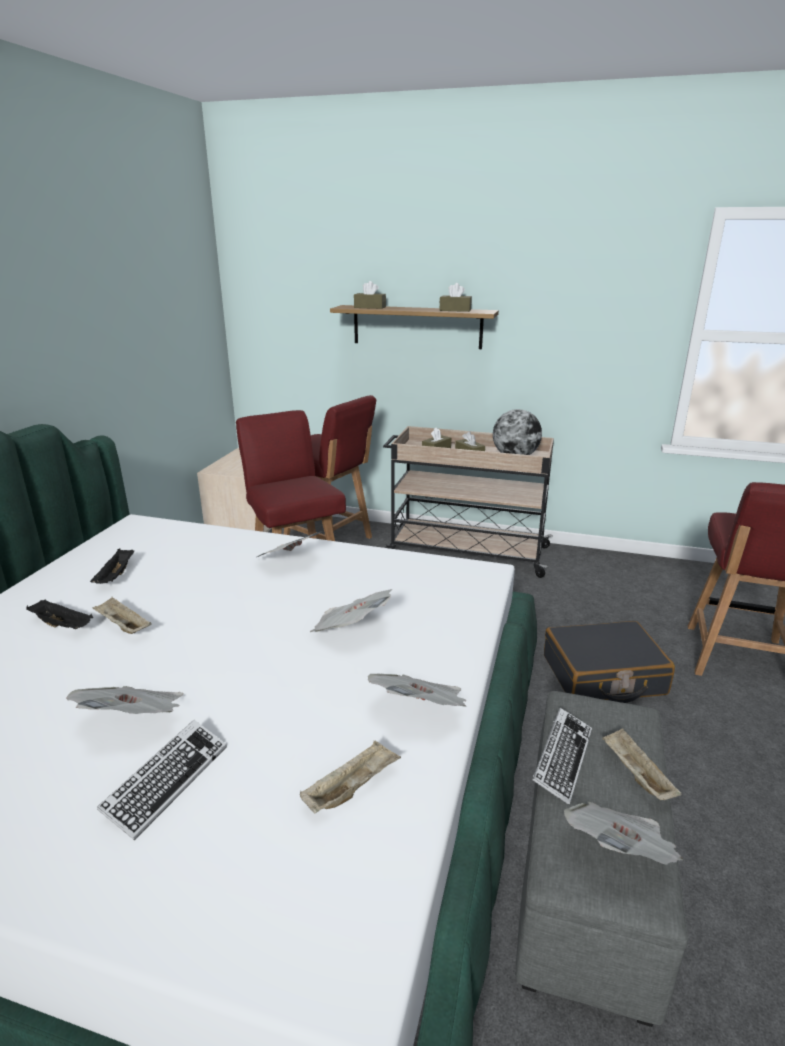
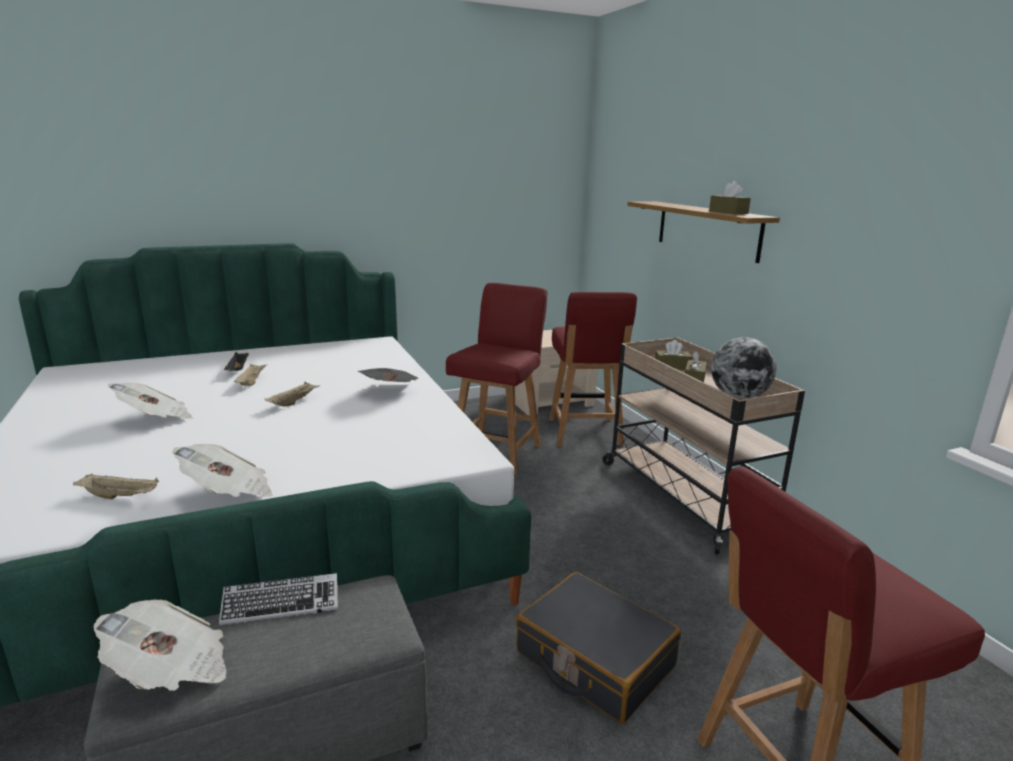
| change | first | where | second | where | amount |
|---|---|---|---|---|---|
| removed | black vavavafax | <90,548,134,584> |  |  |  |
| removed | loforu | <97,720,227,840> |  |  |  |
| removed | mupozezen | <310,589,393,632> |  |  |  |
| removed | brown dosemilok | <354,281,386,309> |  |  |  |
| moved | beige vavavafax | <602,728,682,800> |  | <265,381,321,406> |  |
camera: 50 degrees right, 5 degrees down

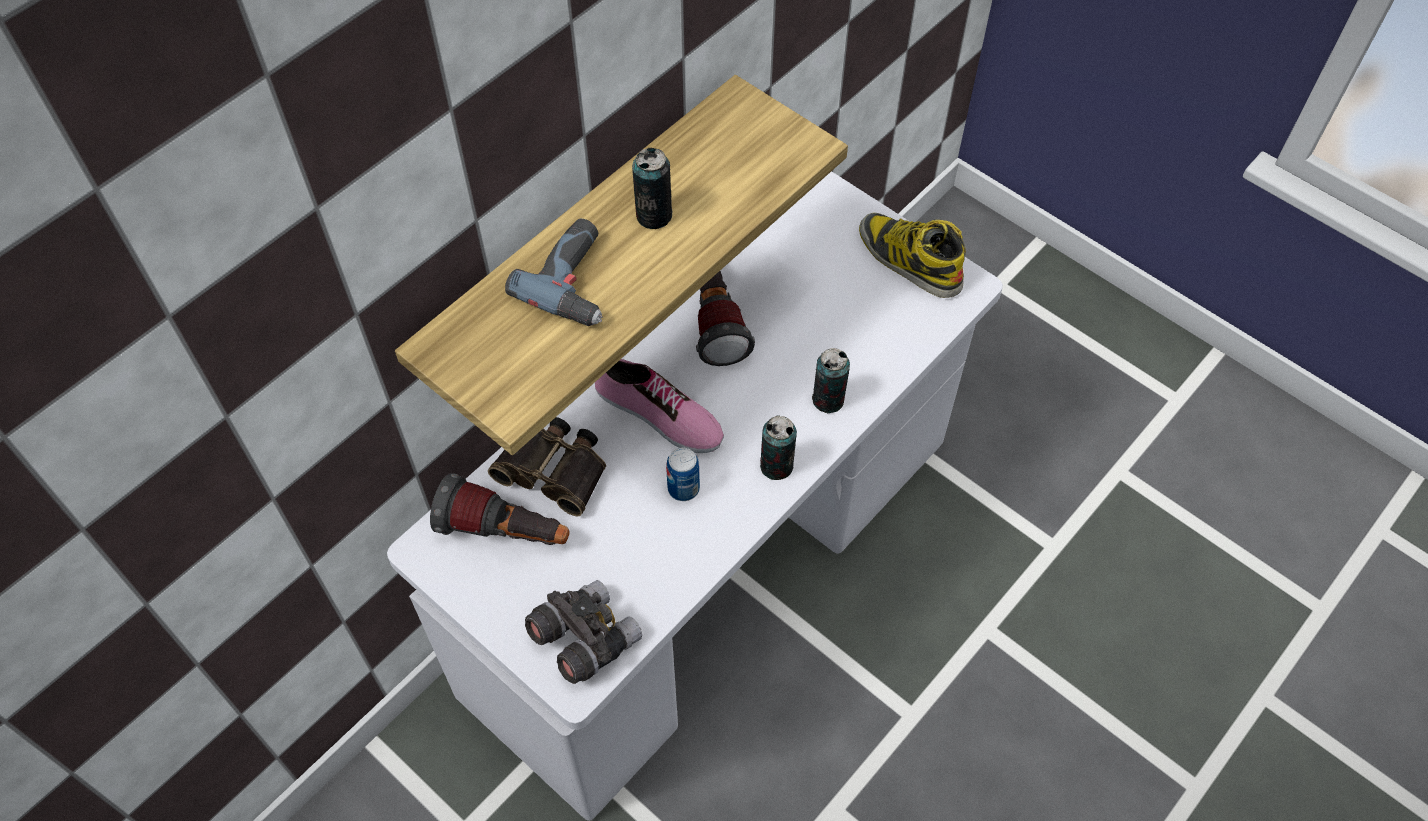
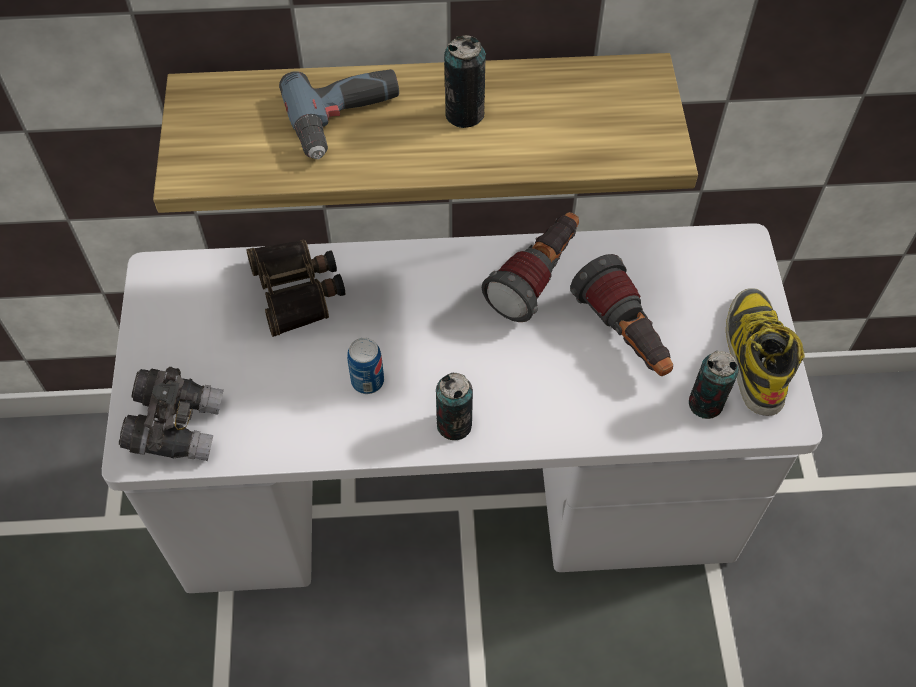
| change | first | where | second | where | amount |
|---|---|---|---|---|---|
| removed | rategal | <595,359,724,453> |  |  |  |
| moved | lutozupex | <430,473,569,545> |  | <570,254,673,376> |  |
| moved | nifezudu | <812,348,850,413> |  | <689,351,738,419> |  |
camera: 45 degrees right, 0 degrees up

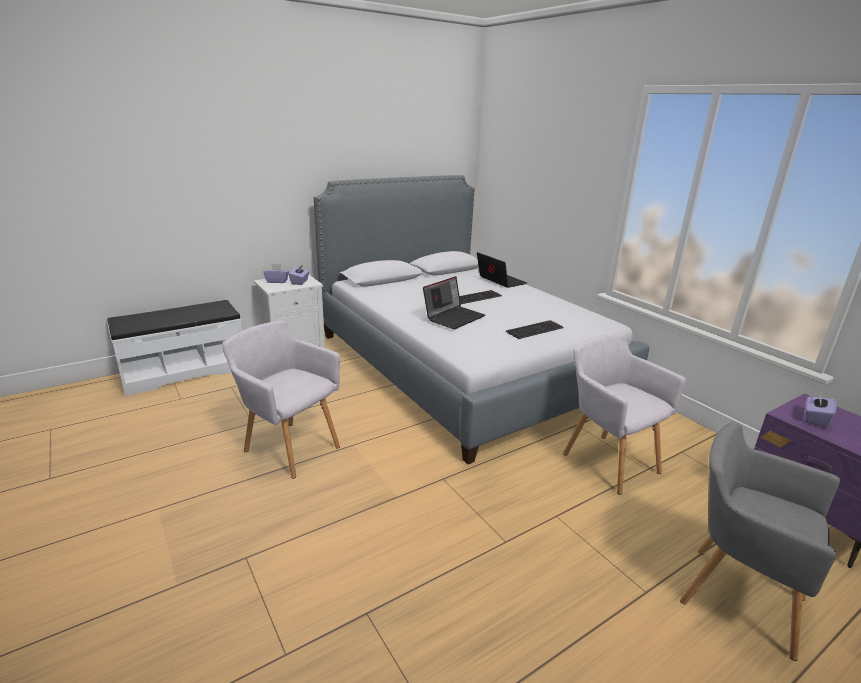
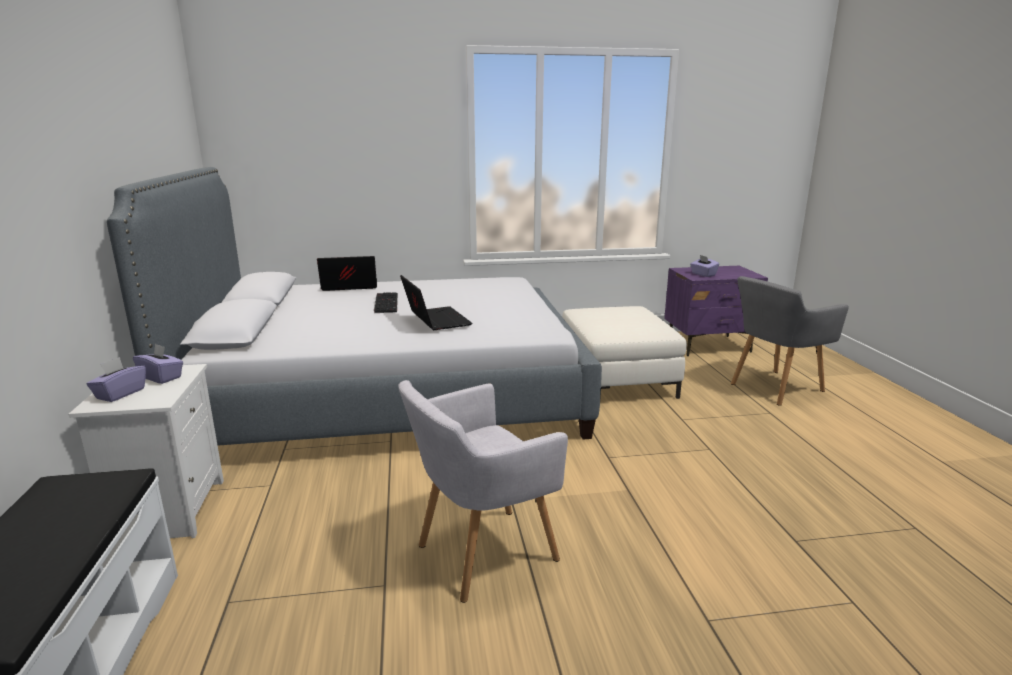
| change | first | where | second | where | amount |
|---|---|---|---|---|---|
| removed | loforu | <506,320,564,339> |  |  |  |
| replaced | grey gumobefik | <563,334,686,495> | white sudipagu | <562,306,687,399> |  |
camera: 65 degrees left, 5 degrees down

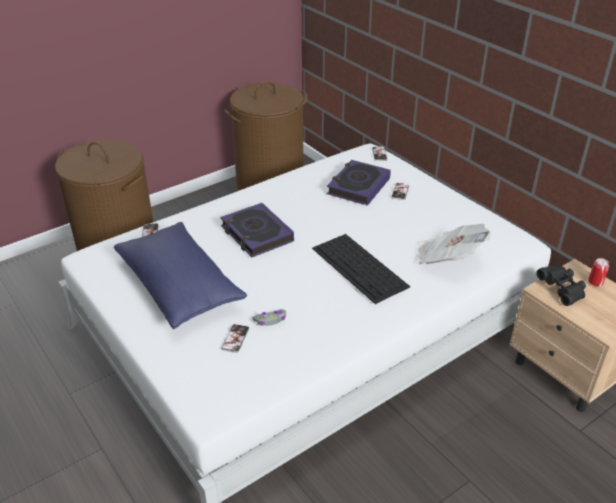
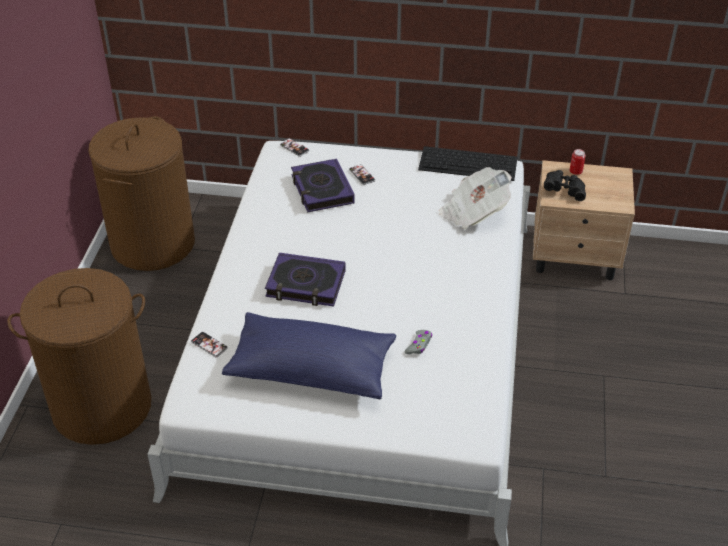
| change | first | where | second | where | amount |
|---|---|---|---|---|---|
| removed | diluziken | <221,324,249,353> |  |  |  |
| moved | loforu | <312,234,410,304> |  | <418,146,518,181> |  |
camera: 45 degrees left, 5 degrees up

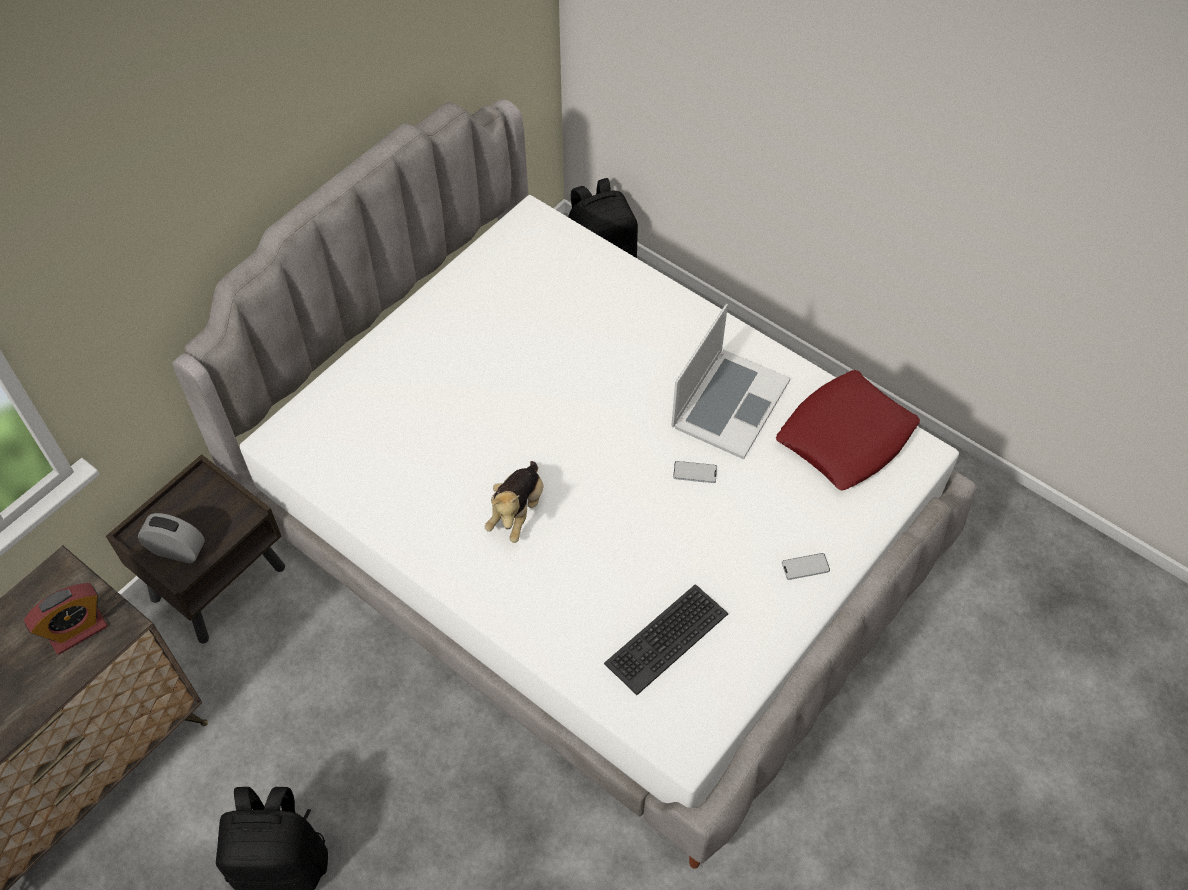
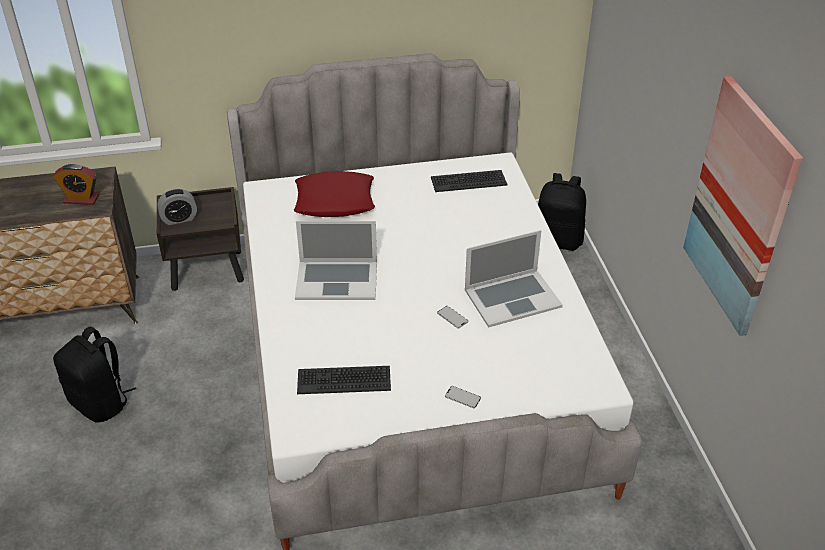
| change | first | where | second | where | amount |
|---|---|---|---|---|---|
| added |  |  | loforu | <431,170,508,192> |  |
| added |  |  | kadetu | <683,76,803,336> |  |
| moved | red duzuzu | <776,370,920,490> |  | <294,171,375,217> |  |
| replaced | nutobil | <485,461,544,543> | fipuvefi | <295,221,377,300> |  |
| turned | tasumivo | <138,513,205,563> |  | <157,189,197,225> | 105 degrees clockwise |
camera: 40 degrees right, 15 degrees down

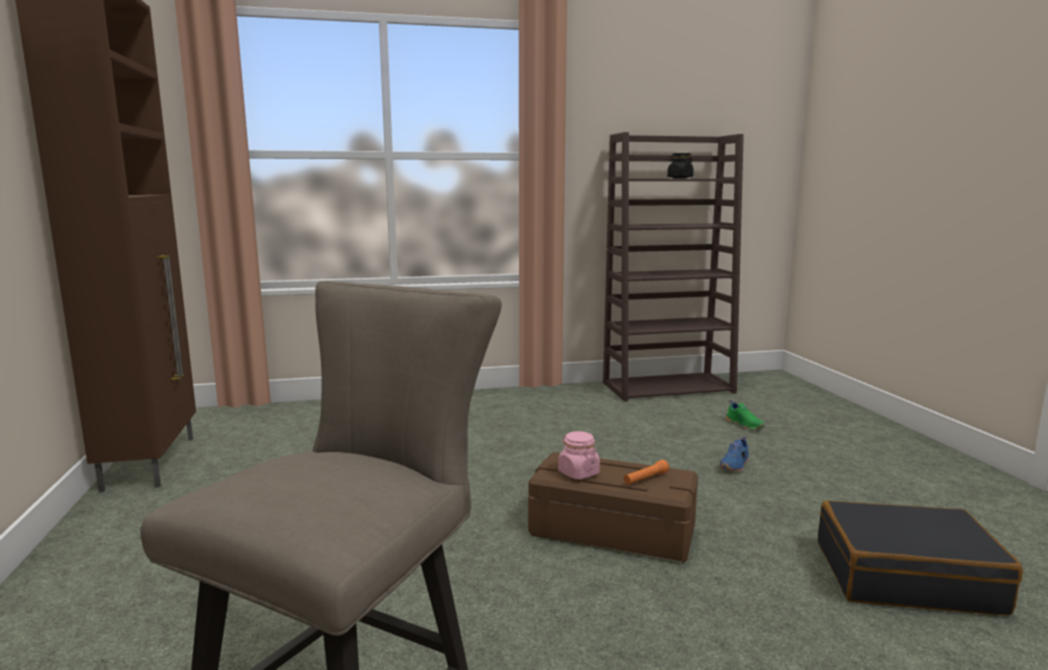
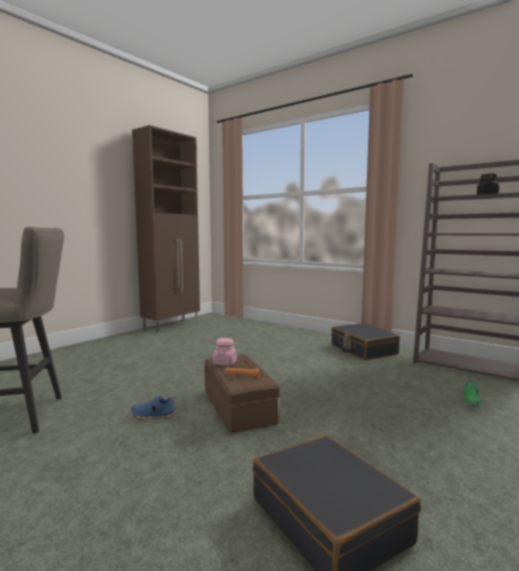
| change | first | where | second | where | amount |
|---|---|---|---|---|---|
| added |  |  | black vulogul | <331,323,400,360> |  |
| moved | blue rategal | <719,436,749,472> |  | <131,395,177,420> |  |
camera: 50 degrees right, 5 degrees down

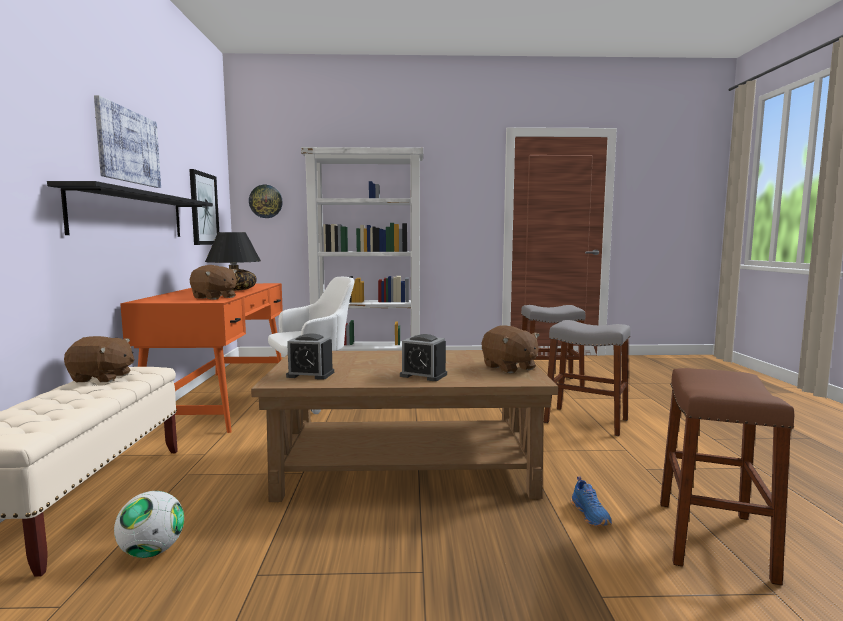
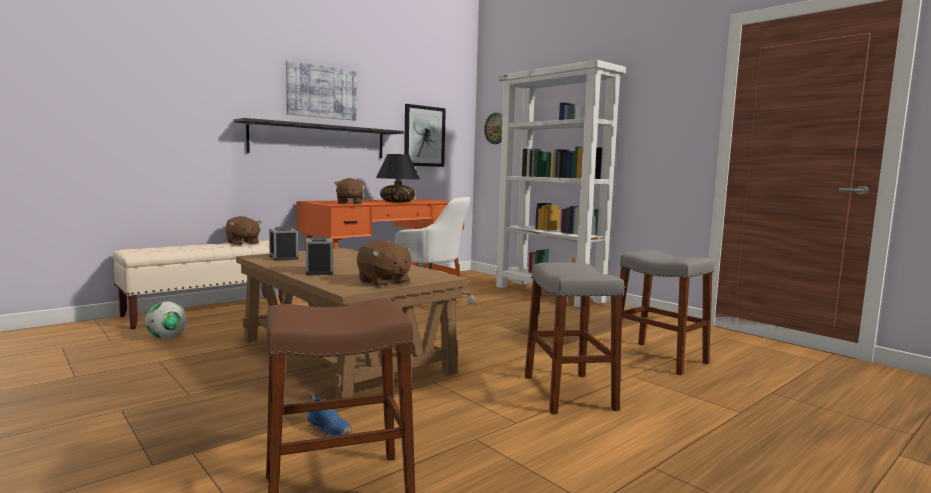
| change | first | where | second | where | amount |
|---|---|---|---|---|---|
| turned | brown nutobil | <482,325,540,374> |  | <357,240,414,287> | 60 degrees counterclockwise |
| turned | blue rategal | <571,476,612,526> |  | <306,395,352,437> | 90 degrees counterclockwise |
camera: 50 degrees right, 0 degrees up

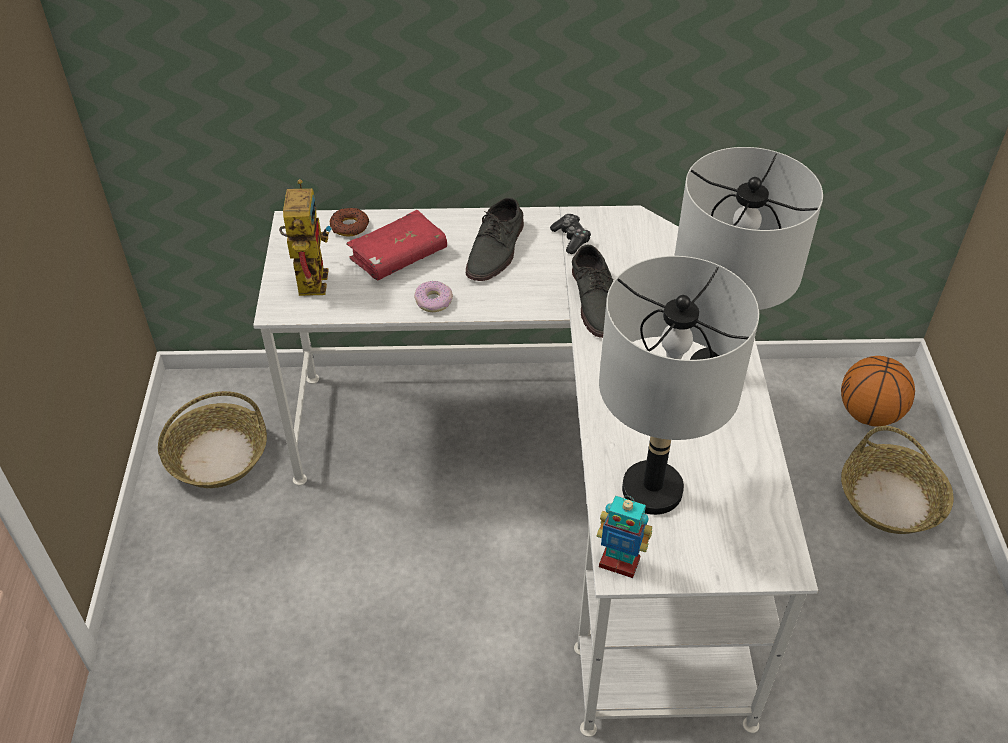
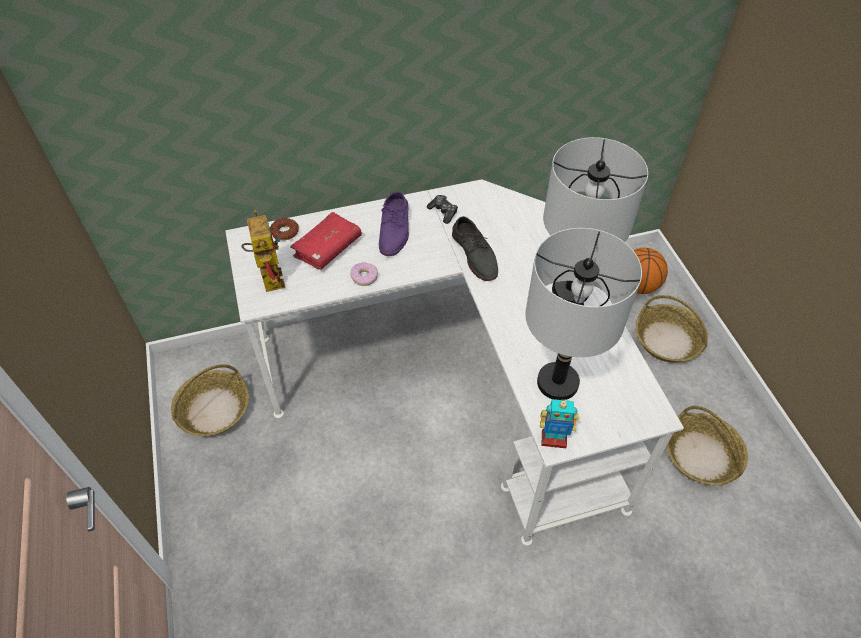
| change | first | where | second | where | amount |
|---|---|---|---|---|---|
| added |  |  | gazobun | <666,406,748,485> |  |
| recoloured | grey rategal | <466,197,524,281> | purple rategal | <379,191,409,256> |  |
camera: 15 degrees left, 5 degrees up

